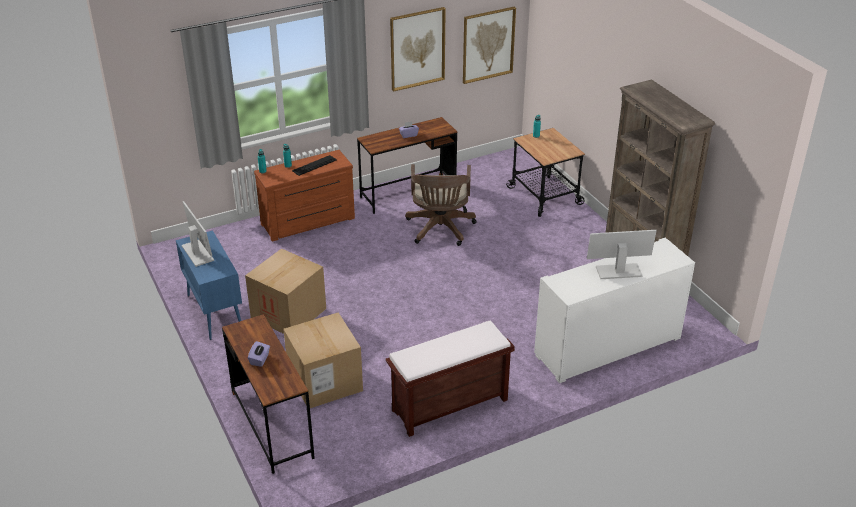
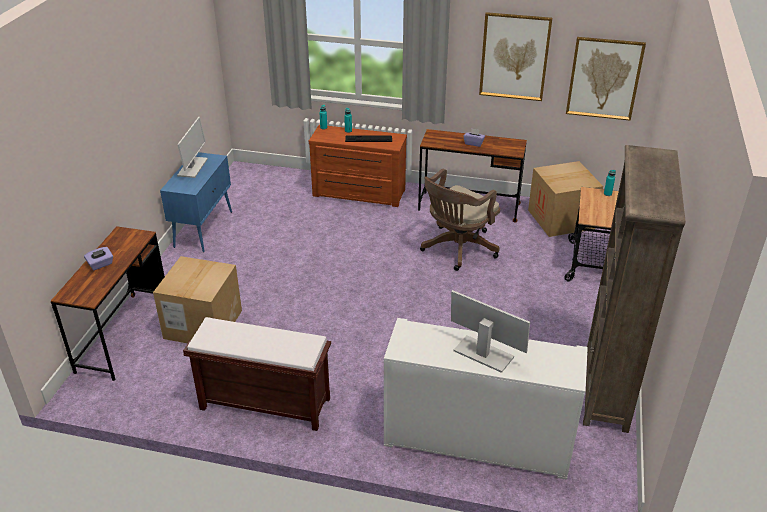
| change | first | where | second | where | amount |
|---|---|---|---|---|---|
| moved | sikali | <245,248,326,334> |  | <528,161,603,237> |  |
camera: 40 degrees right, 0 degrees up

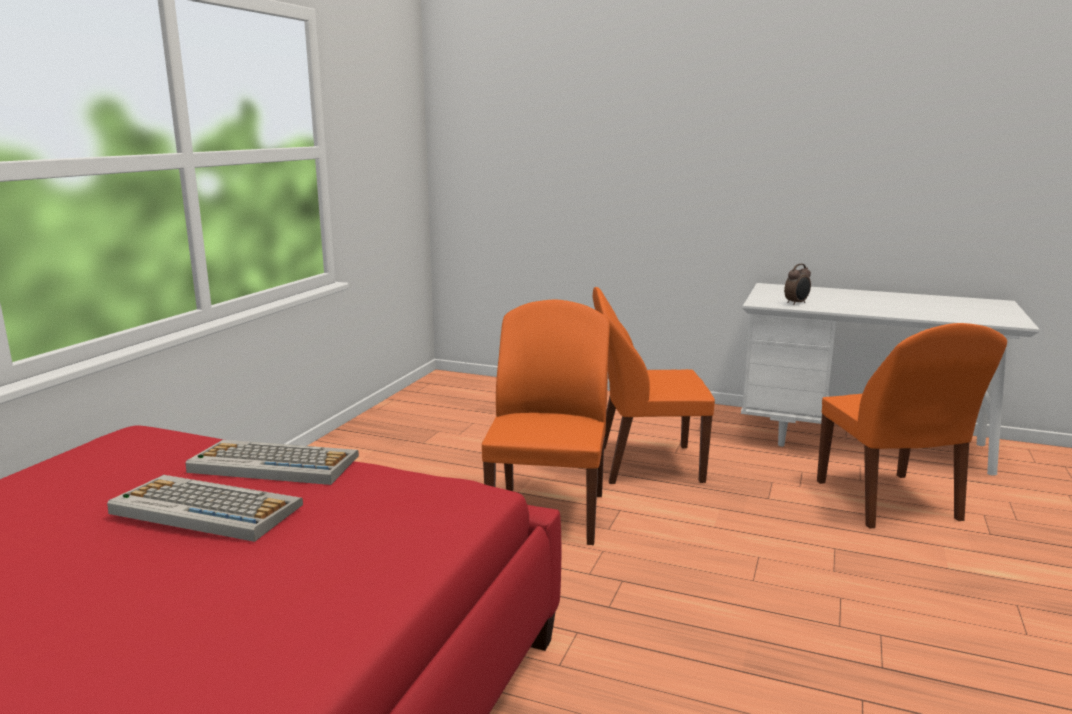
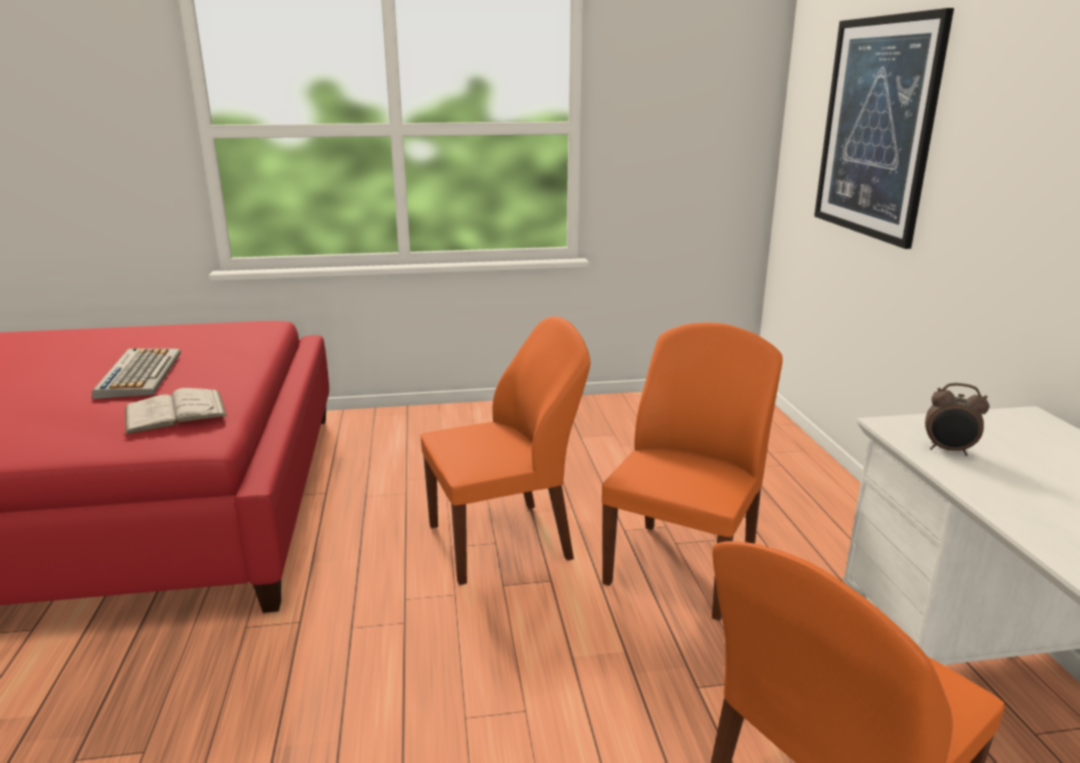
| change | first | where | second | where | amount |
|---|---|---|---|---|---|
| removed | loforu | <186,440,359,485> |  |  |  |
| added |  |  | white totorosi | <125,388,227,434> |  |
| added |  |  | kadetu | <814,8,954,249> |  |
| turned | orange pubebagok | <593,287,715,484> |  | <602,323,783,621> | 60 degrees clockwise |
camera: 60 degrees right, 5 degrees up

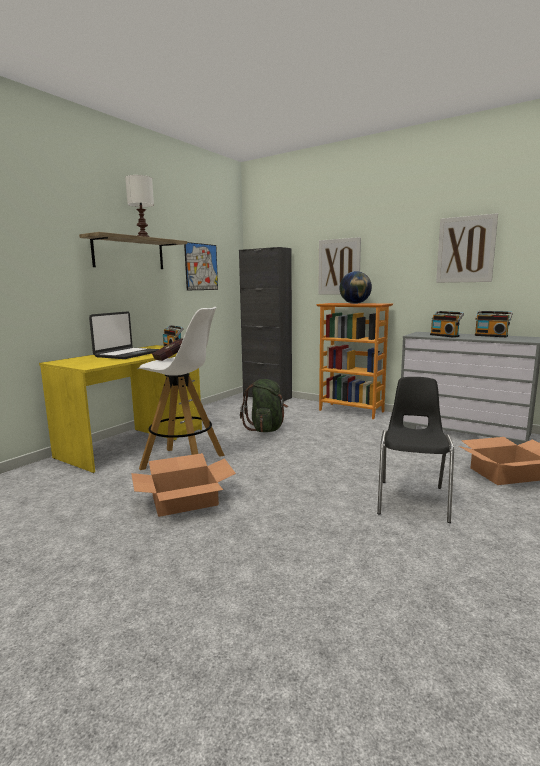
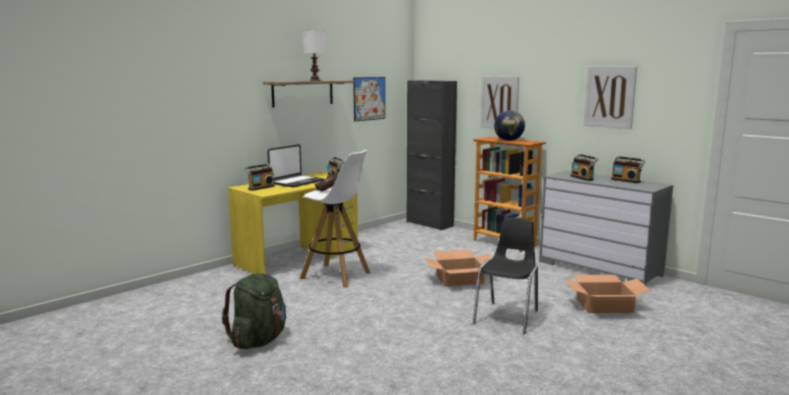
| change | first | where | second | where | amount |
|---|---|---|---|---|---|
| added |  |  | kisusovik | <245,164,275,191> |  |
| moved | sikali | <131,453,236,517> |  | <425,249,492,286> |  |
| moved | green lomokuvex | <240,379,288,432> |  | <222,273,286,349> |  |
camera: 10 degrees right, 0 degrees up

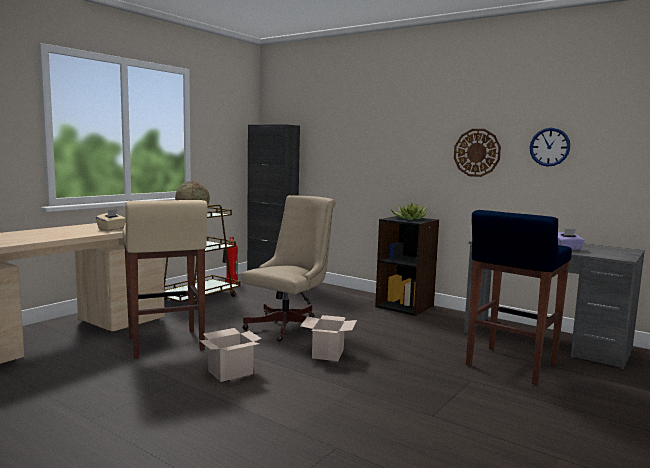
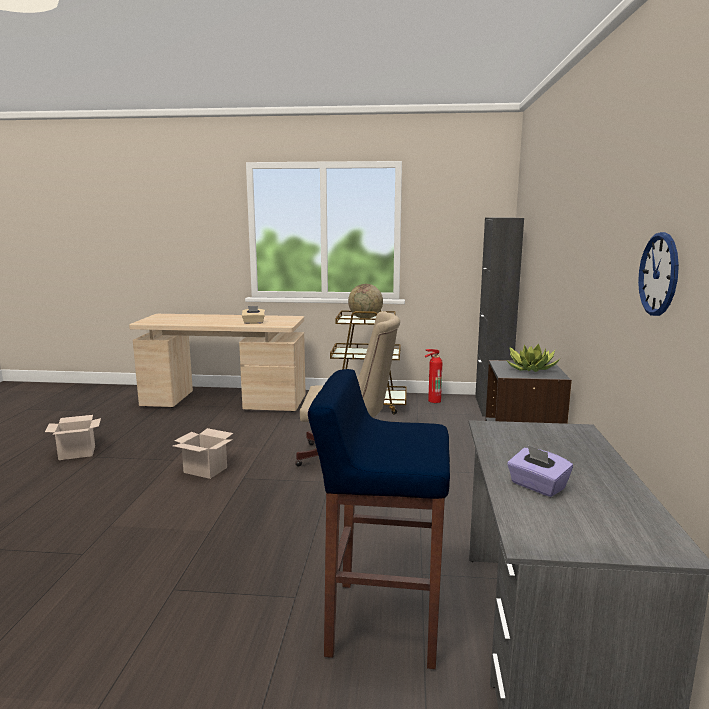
| change | first | where | second | where | amount |
|---|---|---|---|---|---|
| removed | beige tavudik | <123,200,208,359> |  |  |  |
| removed | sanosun | <454,129,501,177> |  |  |  |
| moved | sikali | <300,315,357,361> |  | <45,415,101,460> |  |
camera: 60 degrees right, 5 degrees up

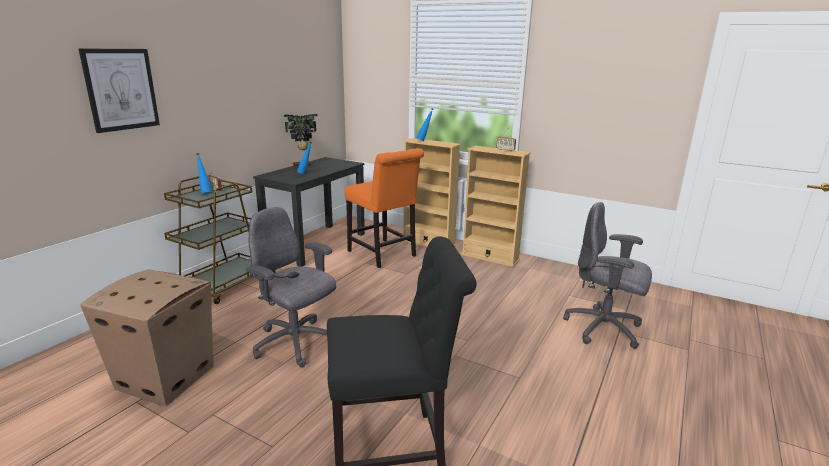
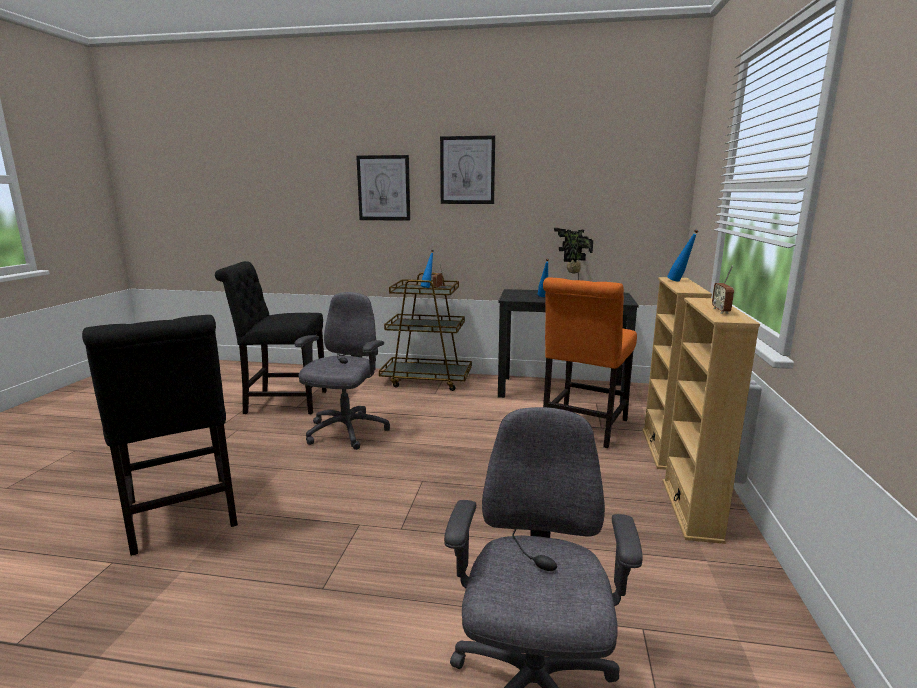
| change | first | where | second | where | amount |
|---|---|---|---|---|---|
| added |  |  | kadetu | <440,135,495,204> |  |
| replaced | sikali | <80,269,214,407> | black pubebagok | <215,261,327,414> |  |
camera: 70 degrees right, 5 degrees down

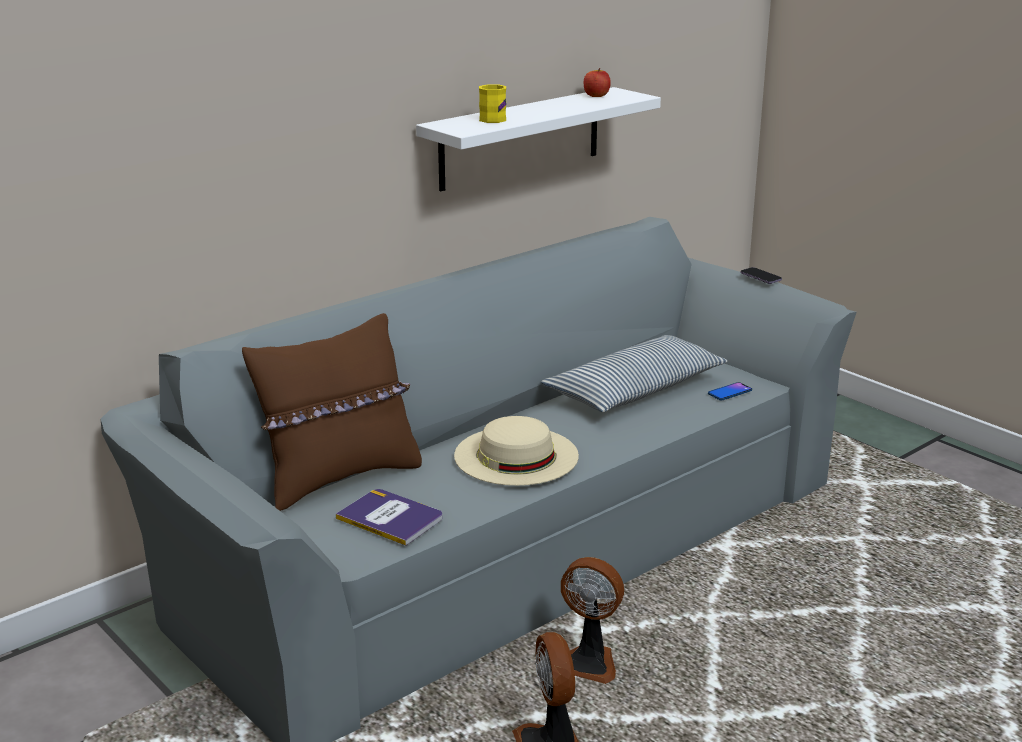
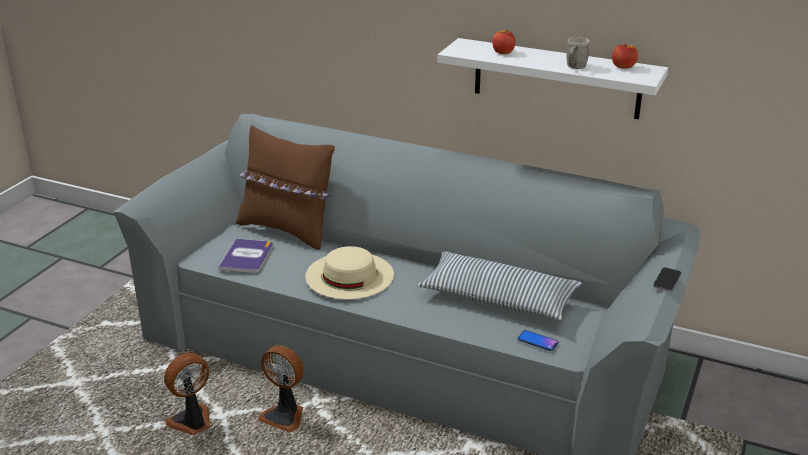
| change | first | where | second | where | amount |
|---|---|---|---|---|---|
| added |  |  | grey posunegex | <566,37,590,69> |  |
| replaced | yellow posunegex | <479,84,506,123> | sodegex | <492,30,515,54> |  |
| turned | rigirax | <561,557,624,684> |  | <258,345,304,433> | 60 degrees counterclockwise |
camera: 65 degrees right, 5 degrees up

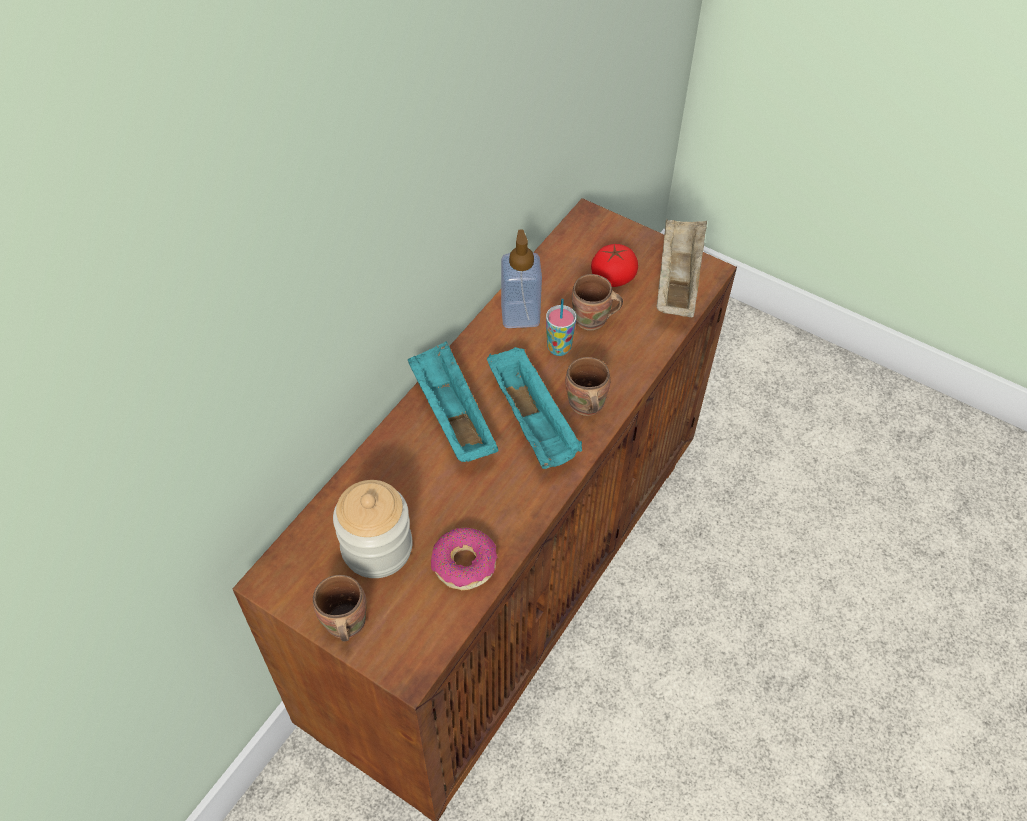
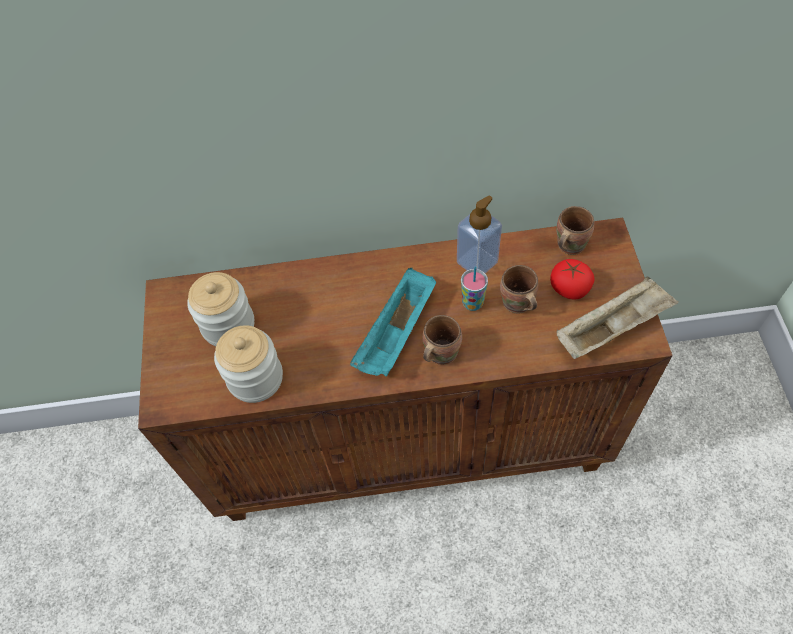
| change | first | where | second | where | amount |
|---|---|---|---|---|---|
| removed | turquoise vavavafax | <408,341,499,462> |  |  |  |
| moved | brown posunegex | <313,575,367,641> |  | <556,206,594,255> |  |
| replaced | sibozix | <431,528,497,590> | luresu | <214,325,283,403> |  |
camera: 55 degrees right, 5 degrees up

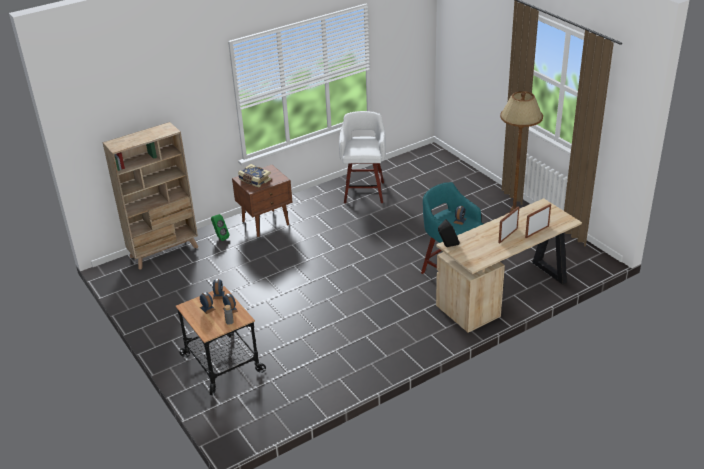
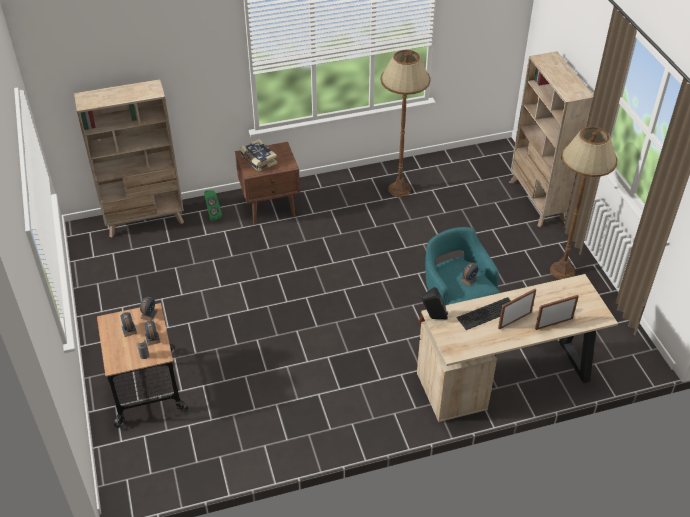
| change | first | where | second | where | amount |
|---|---|---|---|---|---|
| added |  |  | loforu | <457,297,511,330> |  |
| added |  |  | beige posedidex | <509,52,594,227> |  |
| replaced | white tavudik | <339,111,386,203> | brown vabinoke | <380,50,431,197> |  |
camera: 15 degrees right, 10 degrees up

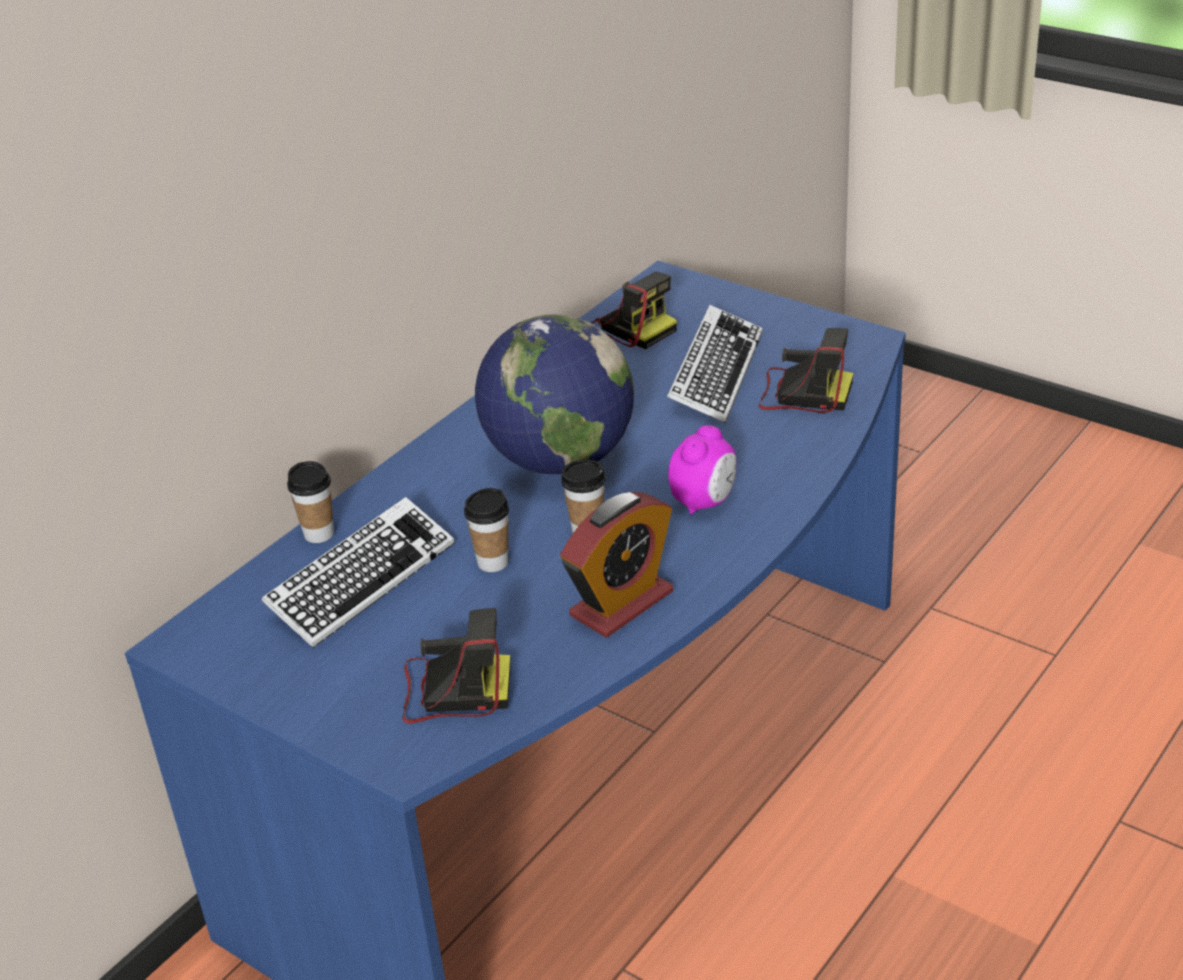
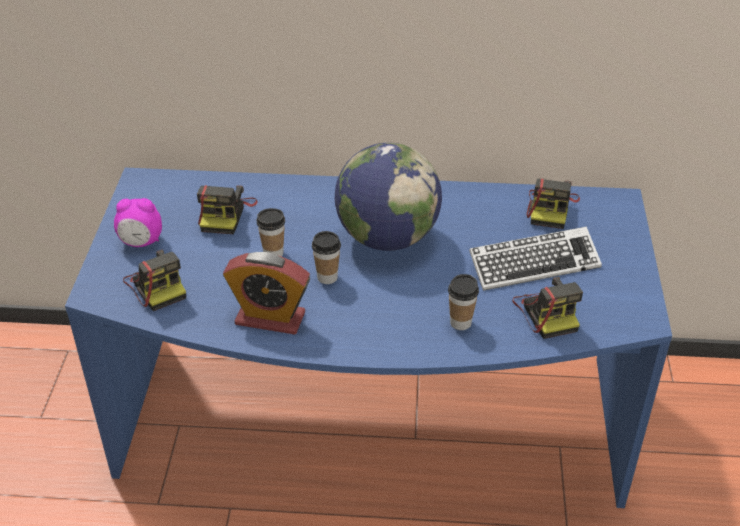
| change | first | where | second | where | amount |
|---|---|---|---|---|---|
| moved | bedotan | <287,461,334,543> |  | <448,274,479,330> |  |
| moved | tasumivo | <668,425,736,515> |  | <114,198,162,247> |  |
| replaced | loforu | <262,497,455,648> | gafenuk | <197,185,258,234> |  |
camera: 55 degrees right, 5 degrees up

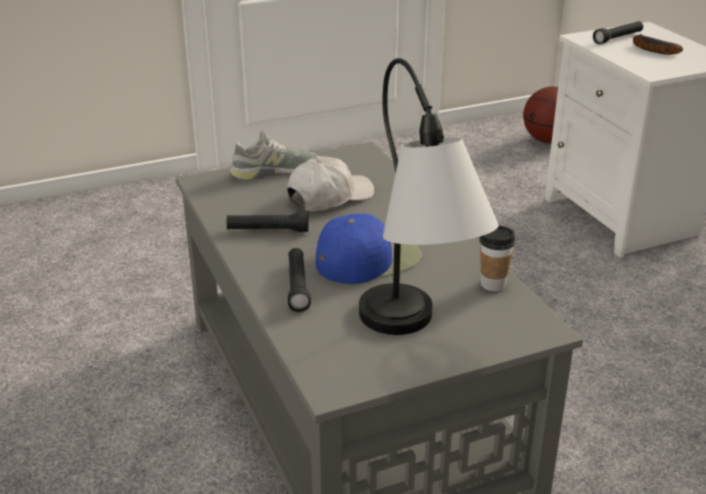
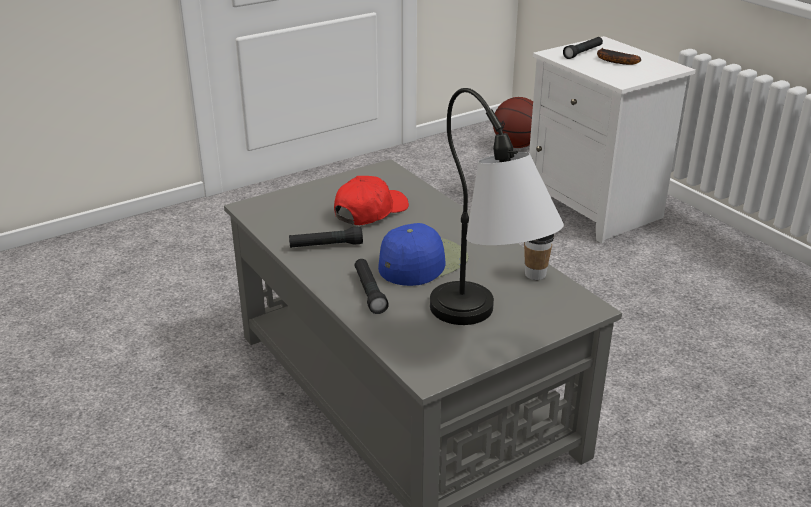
| change | first | where | second | where | amount |
|---|---|---|---|---|---|
| removed | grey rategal | <229,131,318,181> |  |  |  |
| recoloured | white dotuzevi | <287,156,374,211> | red dotuzevi | <334,176,409,225> |  |
camera: 10 degrees left, 0 degrees up

